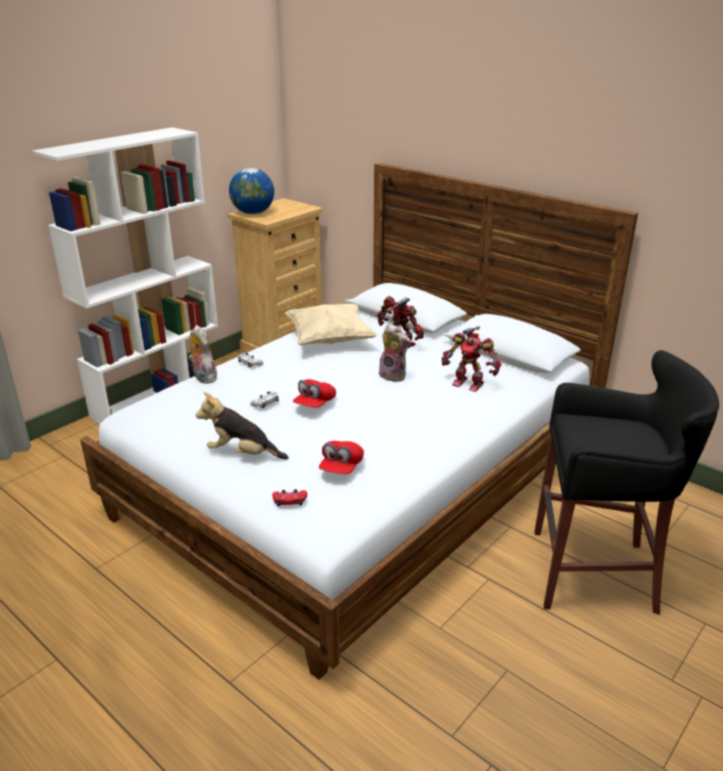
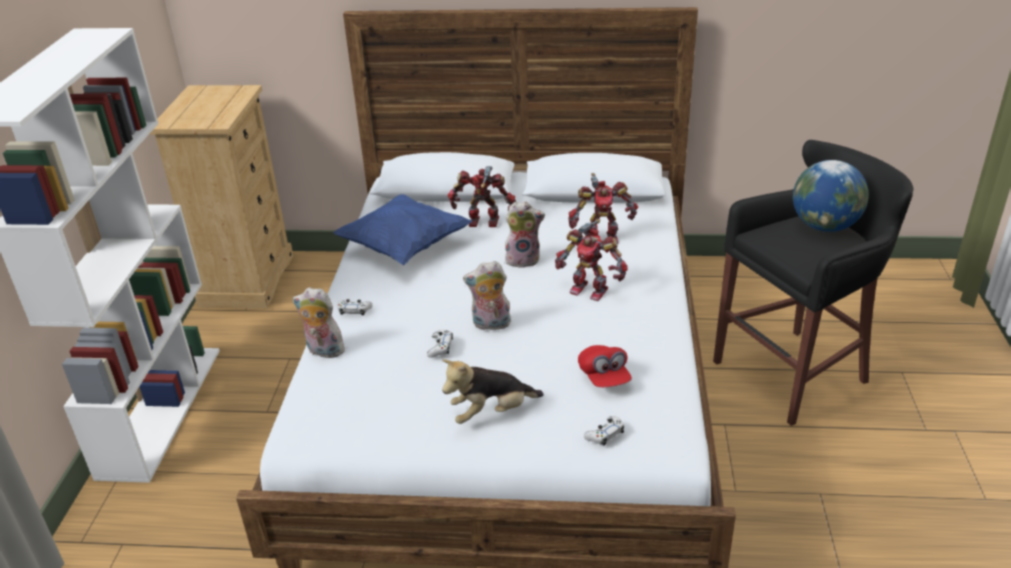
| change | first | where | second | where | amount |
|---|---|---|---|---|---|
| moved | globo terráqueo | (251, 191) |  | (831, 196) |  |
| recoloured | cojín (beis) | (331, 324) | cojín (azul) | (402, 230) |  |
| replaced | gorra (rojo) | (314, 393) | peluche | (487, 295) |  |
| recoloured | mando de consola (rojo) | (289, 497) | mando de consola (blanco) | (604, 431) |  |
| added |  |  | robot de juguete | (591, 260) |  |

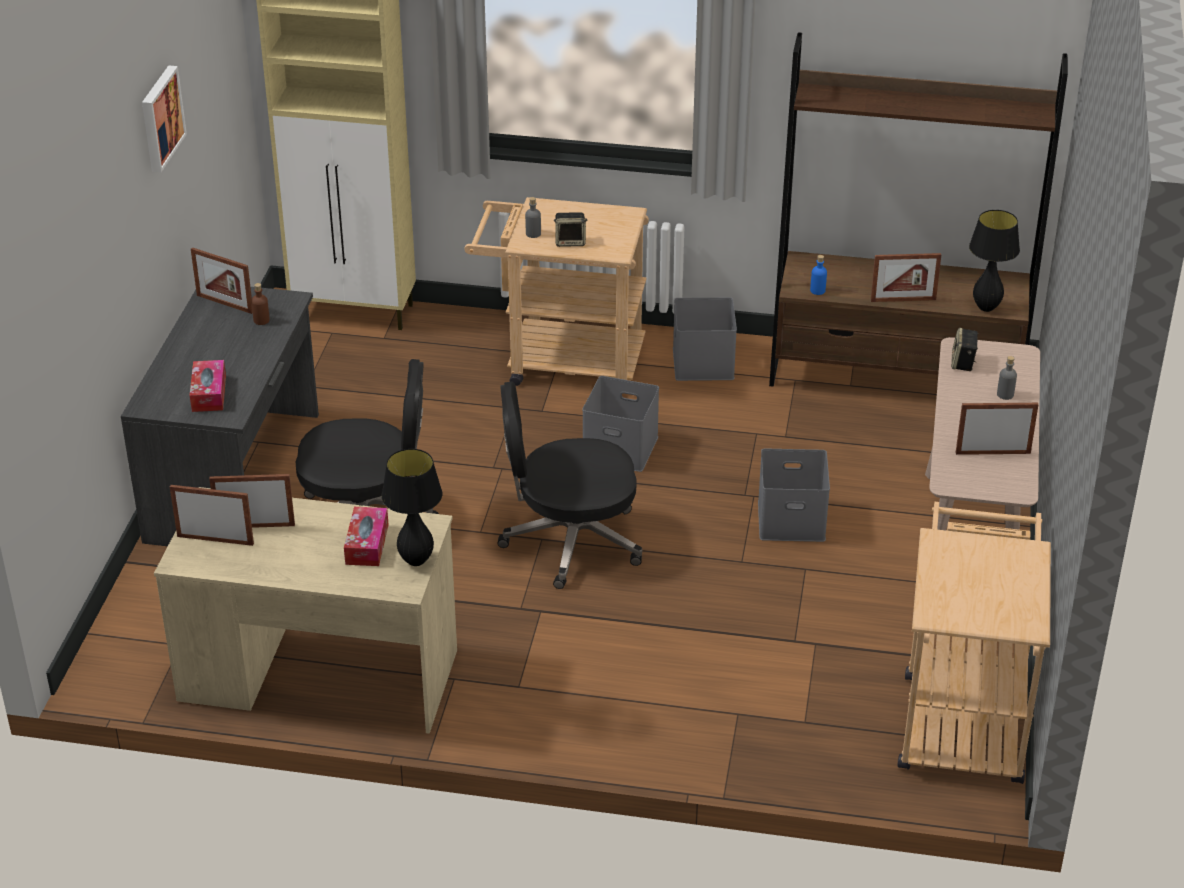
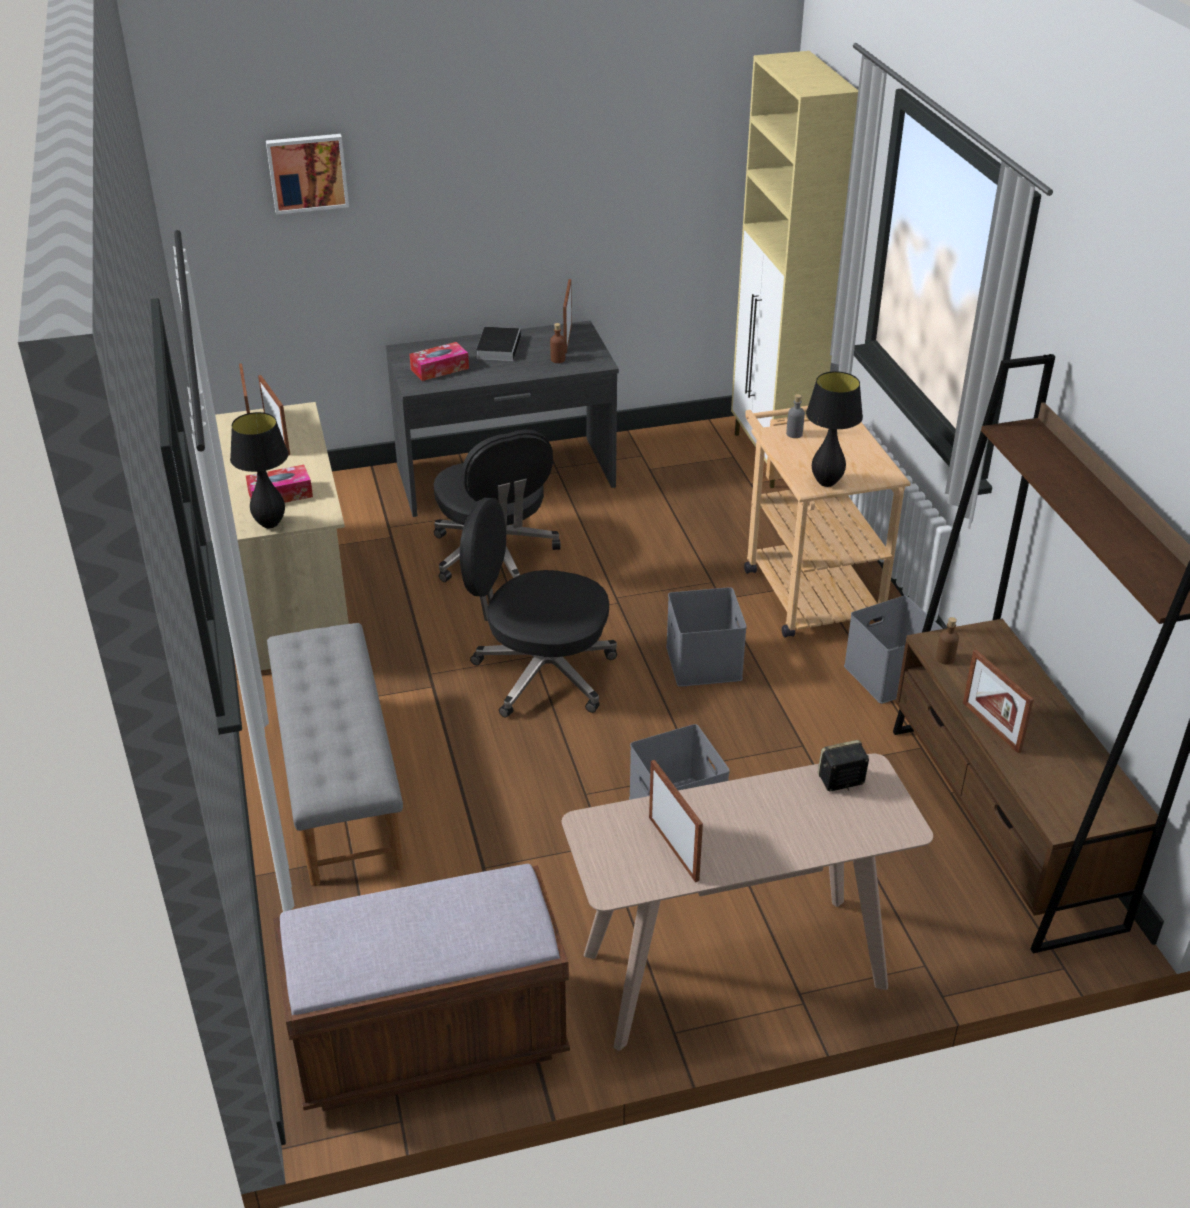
| change | first | where | second | where | amount |
|---|---|---|---|---|---|
| moved | cuadro | (164, 118) |  | (307, 174) |  |
| moved | lámpara de mesa (negro) | (994, 261) |  | (834, 429) |  |
| removed | altavoz | (570, 229) |  |  |  |
| recoloured | botella (azul) | (818, 275) | botella (marrón) | (947, 641) |  |
| removed | botella (gris) | (1007, 378) |  |  |  |
| turned | silla de oficina (negro) | (569, 485) |  | (538, 608) | 45 degrees counterclockwise |
| replaced | carrito (beis) | (974, 643) | banco (marrón) | (421, 987) |  |
| added |  |  | libro | (498, 344) |  |
| added |  |  | banco (gris) | (335, 754) |  |

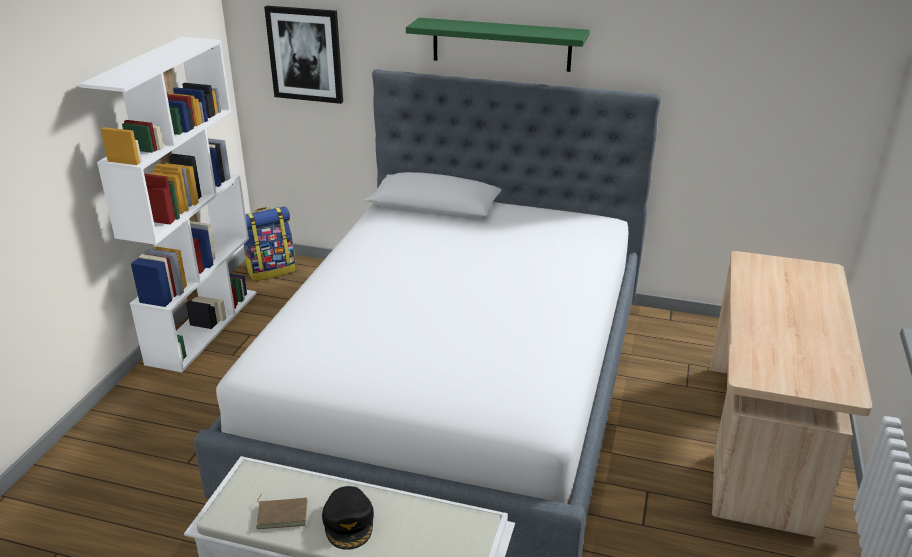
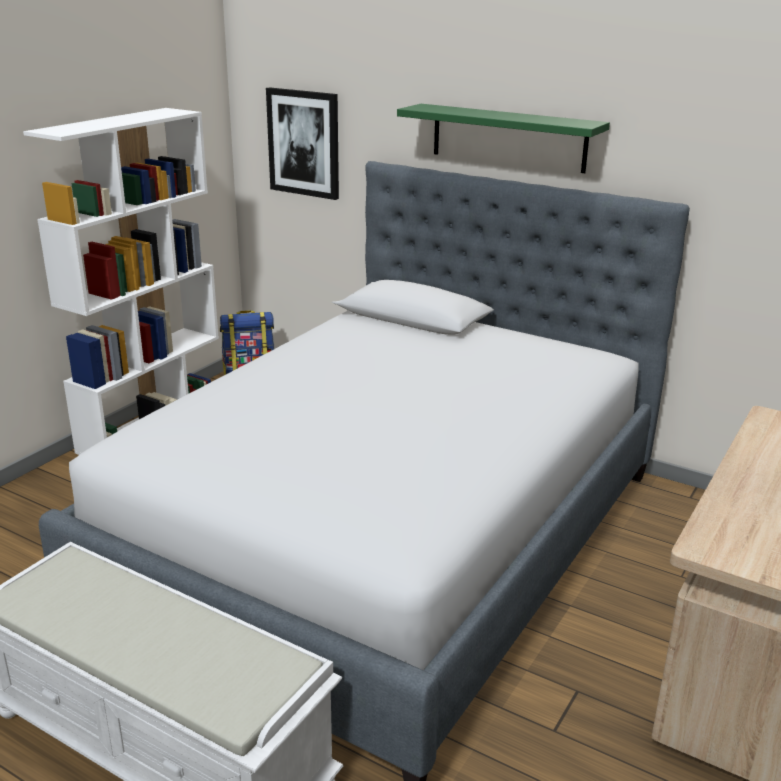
| change | first | where | second | where | amount |
|---|---|---|---|---|---|
| removed | gorra (negro) | (348, 518) |  |  |  |
| removed | libro (marrón) | (281, 511) |  |  |  |

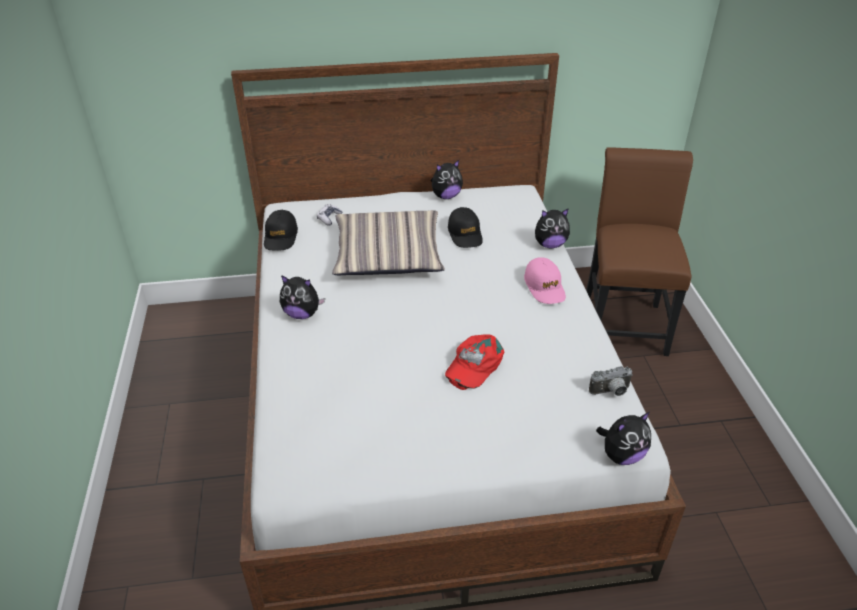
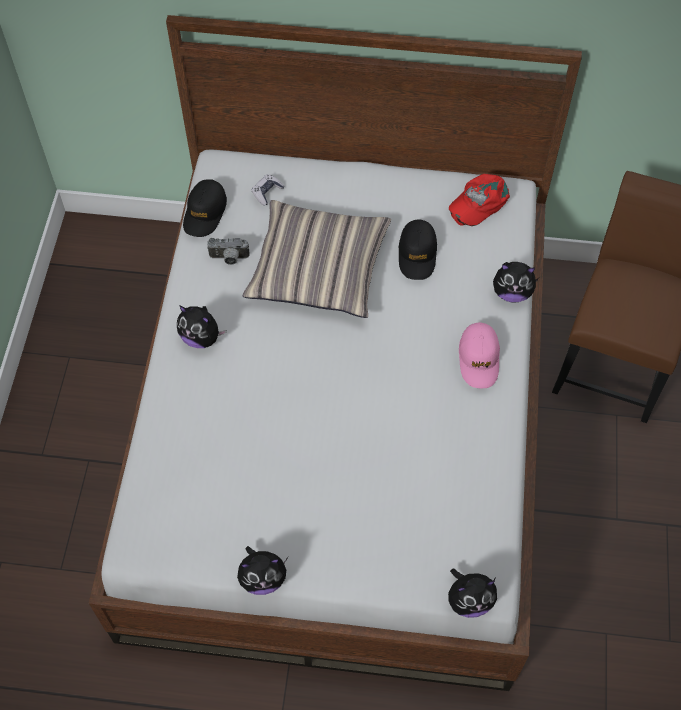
| change | first | where | second | where | amount |
|---|---|---|---|---|---|
| moved | peluche | (447, 179) |  | (262, 570) |  |
| moved | gorra (rojo) | (475, 362) |  | (479, 200) |  |
| moved | cámara | (611, 381) |  | (228, 251) |  |

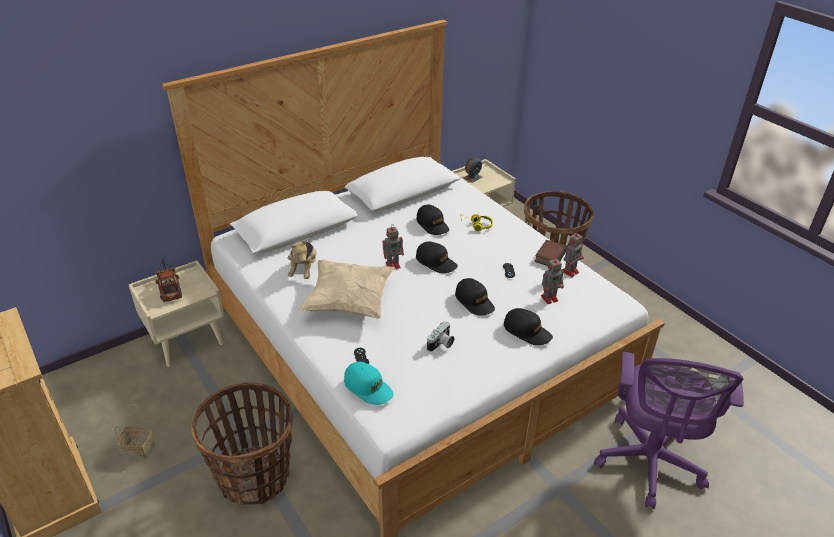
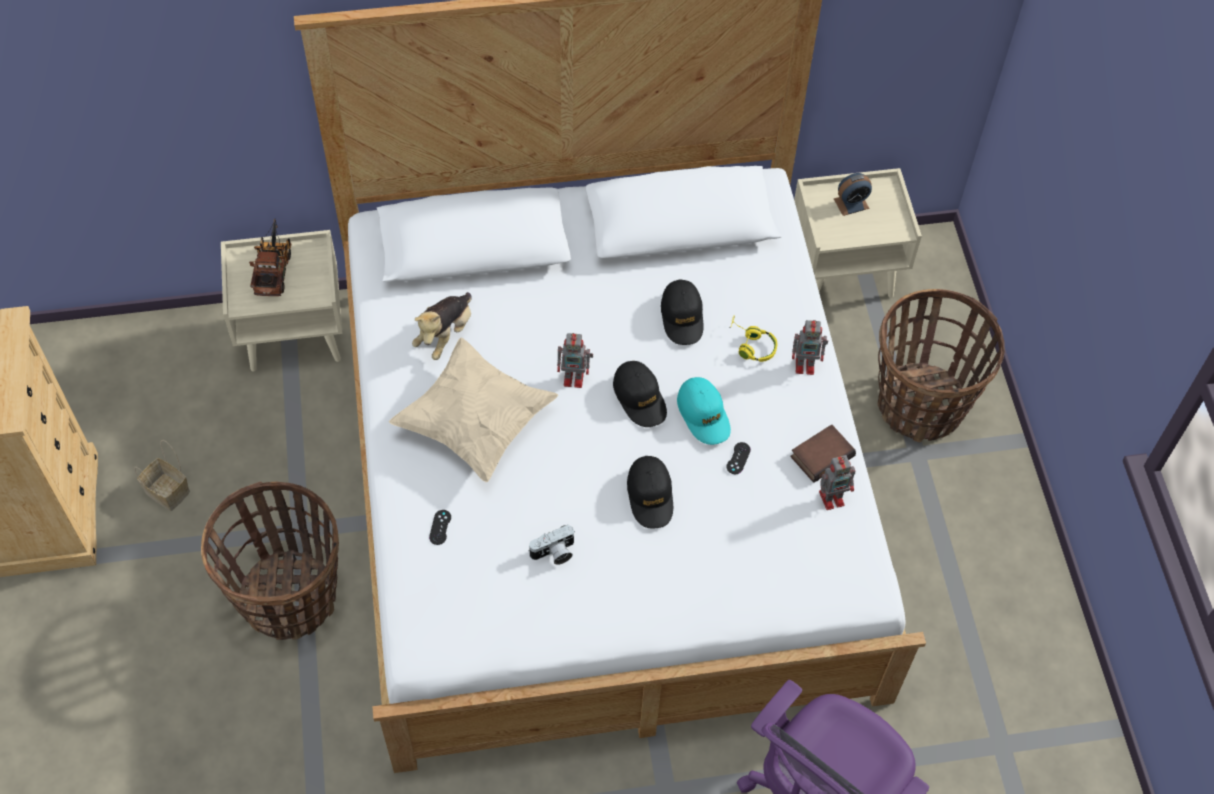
| change | first | where | second | where | amount |
|---|---|---|---|---|---|
| moved | robot de juguete | (552, 280) |  | (810, 347) |  |
| removed | gorra (negro) | (528, 326) |  |  |  |
| moved | gorra (turquesa) | (368, 383) |  | (704, 411) |  |

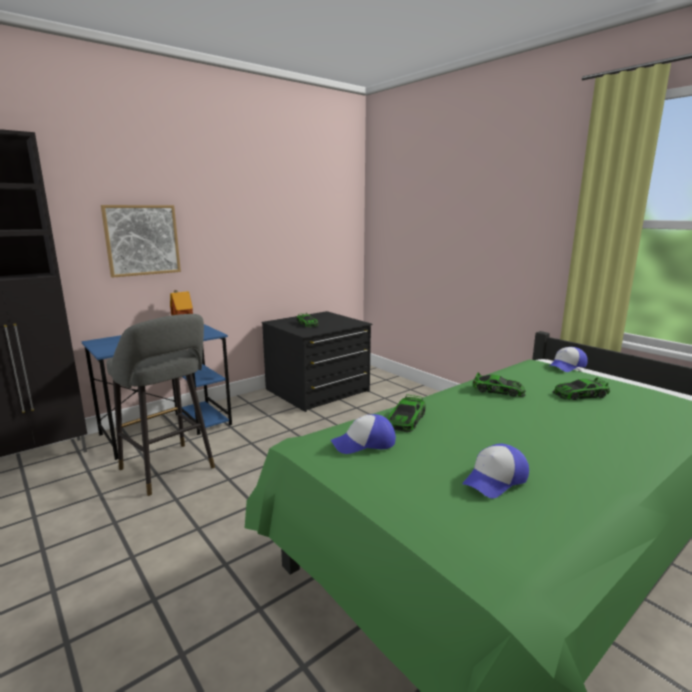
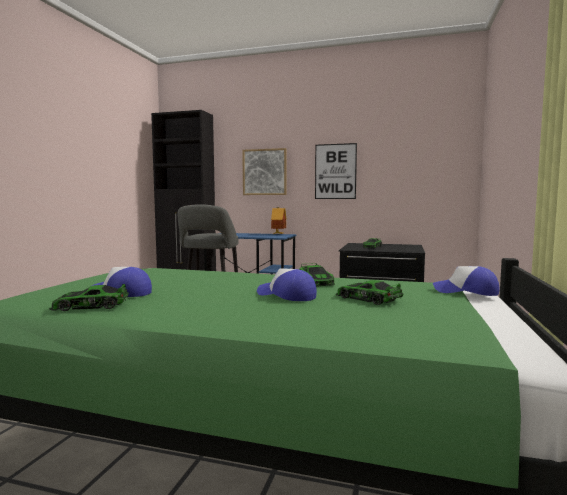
| change | first | where | second | where | amount |
|---|---|---|---|---|---|
| moved | coche de juguete | (407, 413) |  | (89, 297) |  |
| moved | gorra | (363, 434) |  | (287, 284) |  |
| added |  |  | cuadro | (336, 171) |  |

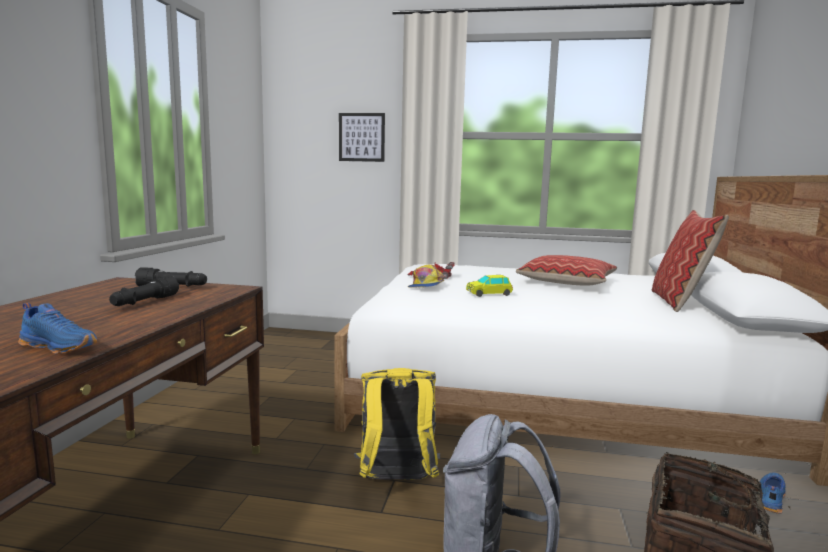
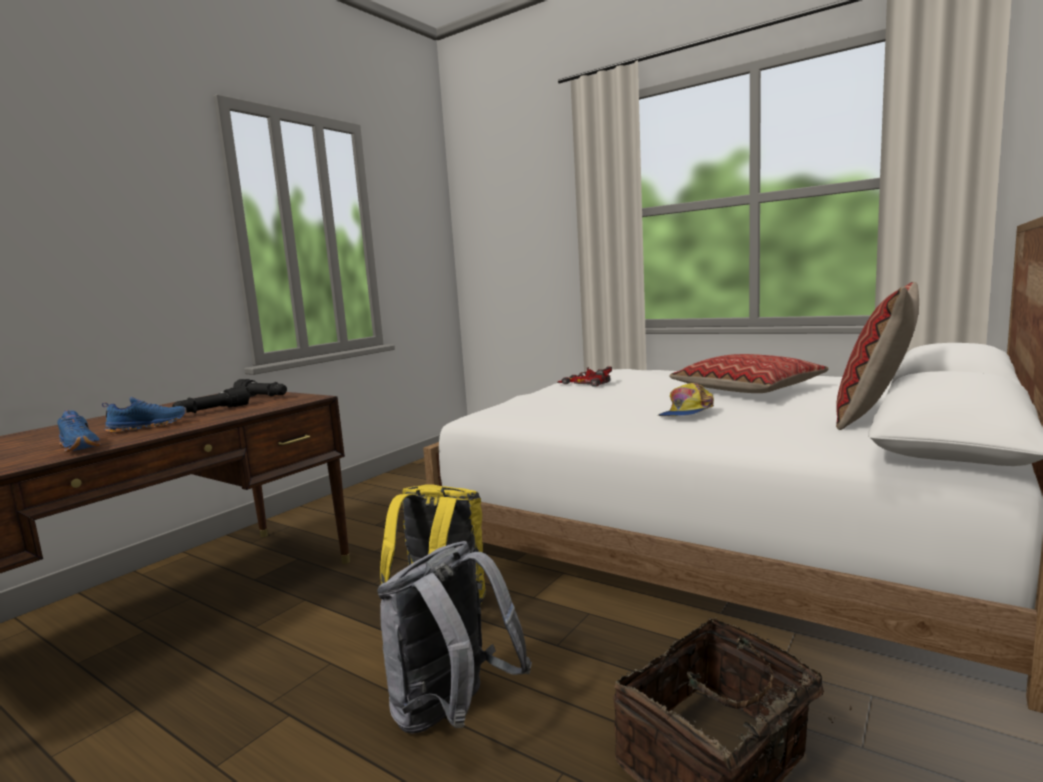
| change | first | where | second | where | amount |
|---|---|---|---|---|---|
| removed | cuadro | (362, 137) |  |  |  |
| moved | gorra | (426, 276) |  | (686, 399) |  |
| removed | coche de juguete | (489, 286) |  |  |  |
| moved | zapato (azul) | (772, 493) |  | (144, 415) |  |

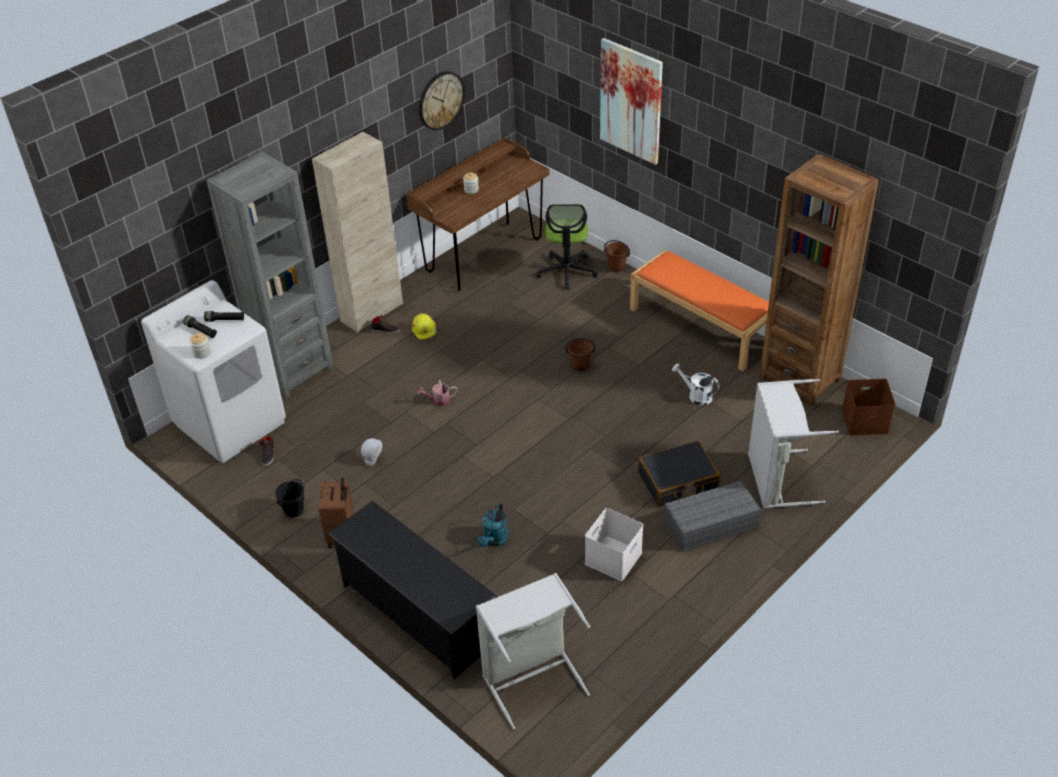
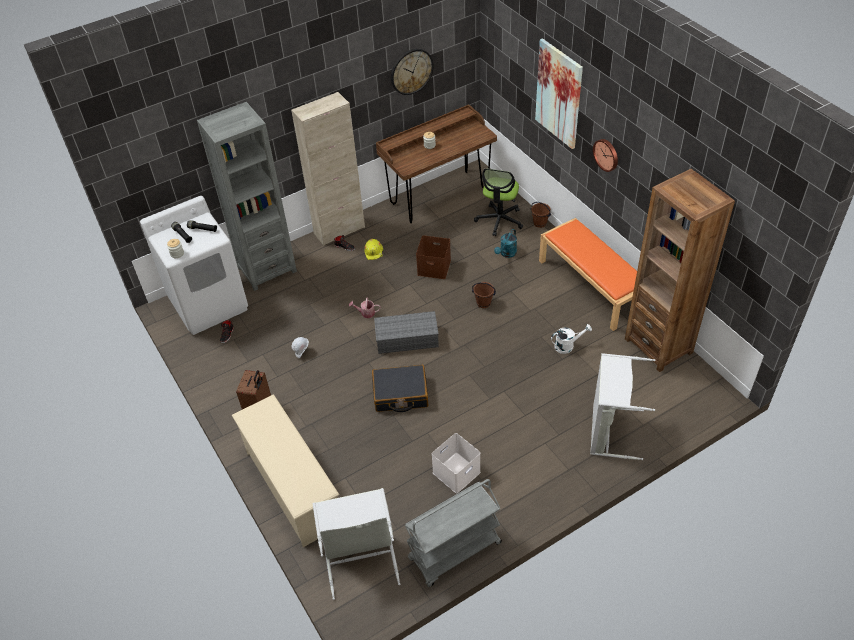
| change | first | where | second | where | amount |
|---|---|---|---|---|---|
| turned | regadera (blanco) | (695, 385) |  | (571, 339) | 120 degrees clockwise |
| moved | caja de almacenaje (marrón) | (869, 407) |  | (433, 257) |  |
| moved | maleta (negro) | (679, 474) |  | (400, 388) |  |
| removed | cubo (negro) | (289, 498) |  |  |  |
| moved | caja de almacenaje (gris) | (712, 516) |  | (406, 332) |  |
| recoloured | zapatero (negro) | (412, 590) | zapatero (beis) | (285, 470) |  |
| moved | regadera (turquesa) | (492, 525) |  | (505, 243) |  |
| added |  |  | reloj de pared | (605, 155) |  |
| added |  |  | carrito (gris) | (453, 533) |  |

